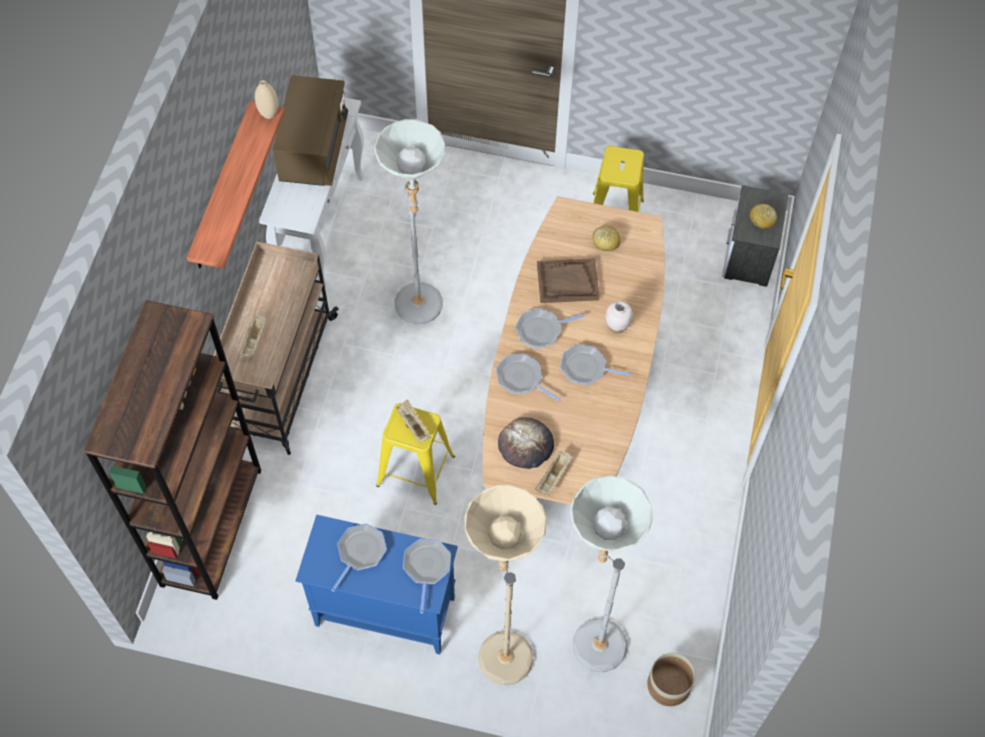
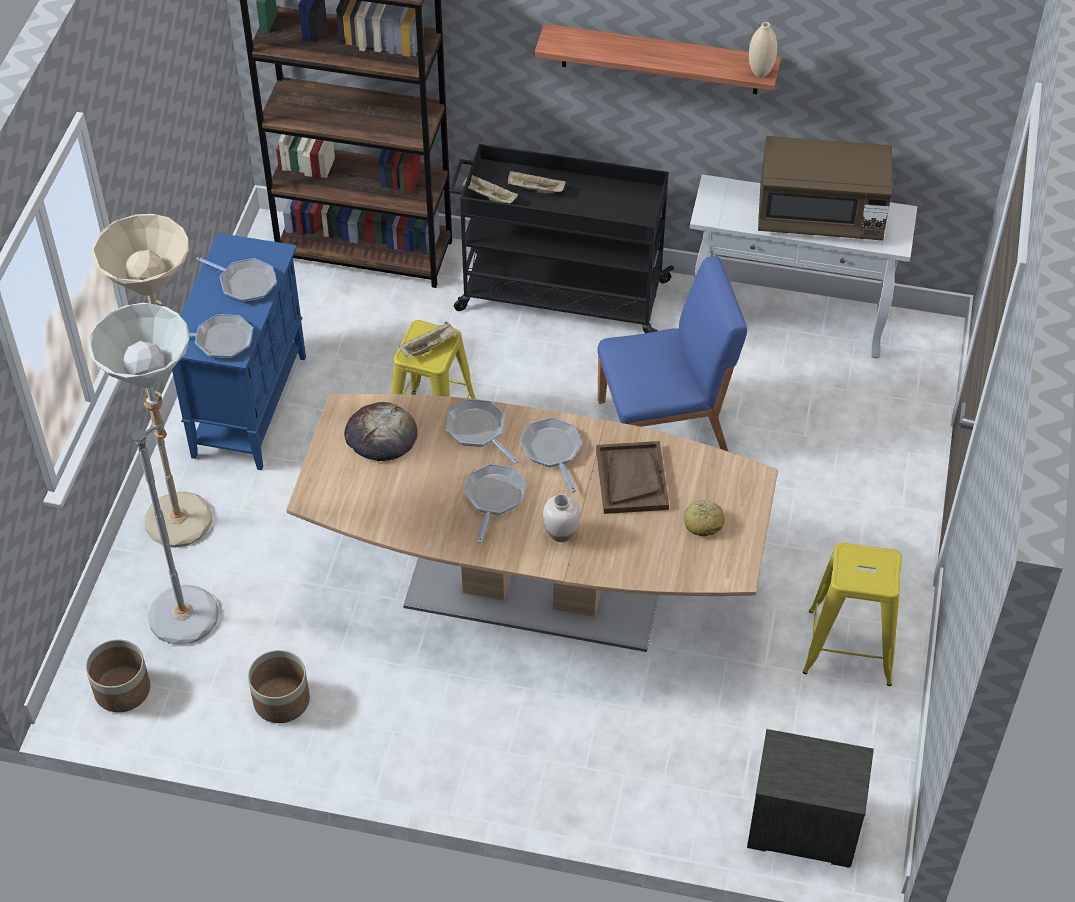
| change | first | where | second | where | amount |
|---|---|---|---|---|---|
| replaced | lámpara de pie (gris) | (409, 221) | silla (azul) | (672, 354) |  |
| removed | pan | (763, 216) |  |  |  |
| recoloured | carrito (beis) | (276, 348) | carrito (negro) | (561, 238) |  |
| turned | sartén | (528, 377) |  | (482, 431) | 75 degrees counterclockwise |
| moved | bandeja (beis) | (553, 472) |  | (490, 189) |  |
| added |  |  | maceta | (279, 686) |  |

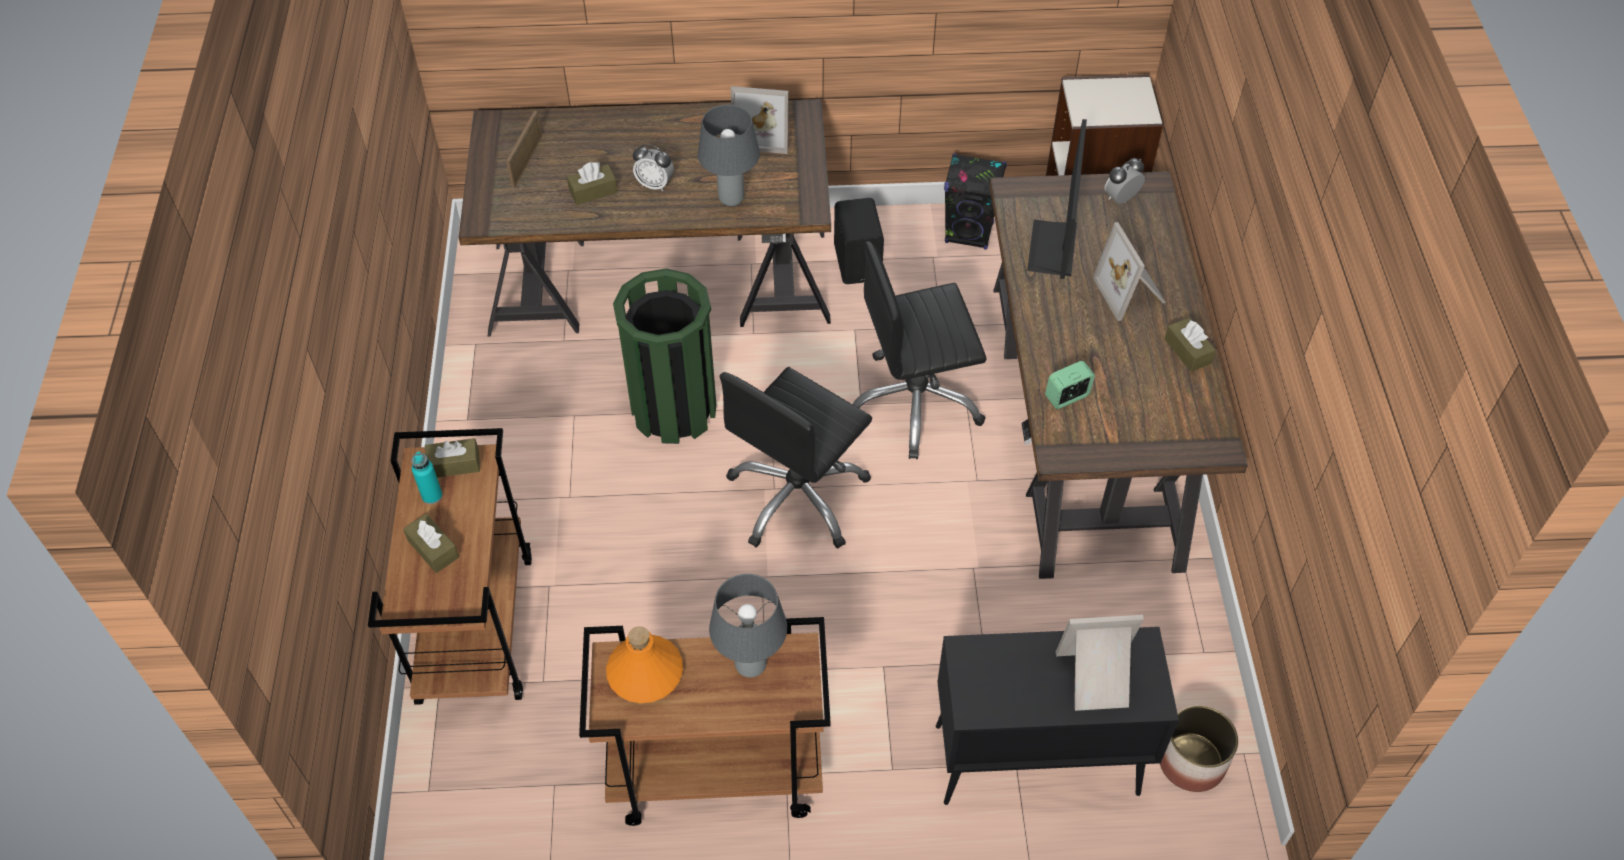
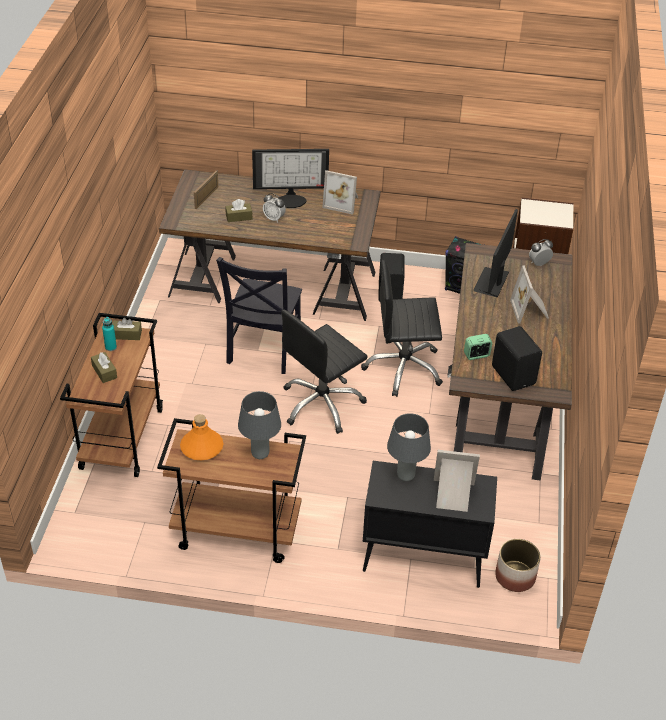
| change | first | where | second | where | amount |
|---|---|---|---|---|---|
| moved | lámpara de mesa (gris) | (729, 155) |  | (409, 447) |  |
| replaced | papelera (verde) | (664, 356) | silla (negro) | (259, 315) |  |
| removed | caja de pañuelos (marrón) | (1190, 345) |  |  |  |
| added |  |  | monitor | (290, 178) |  |
| added |  |  | altavoz (negro) | (517, 358) |  |

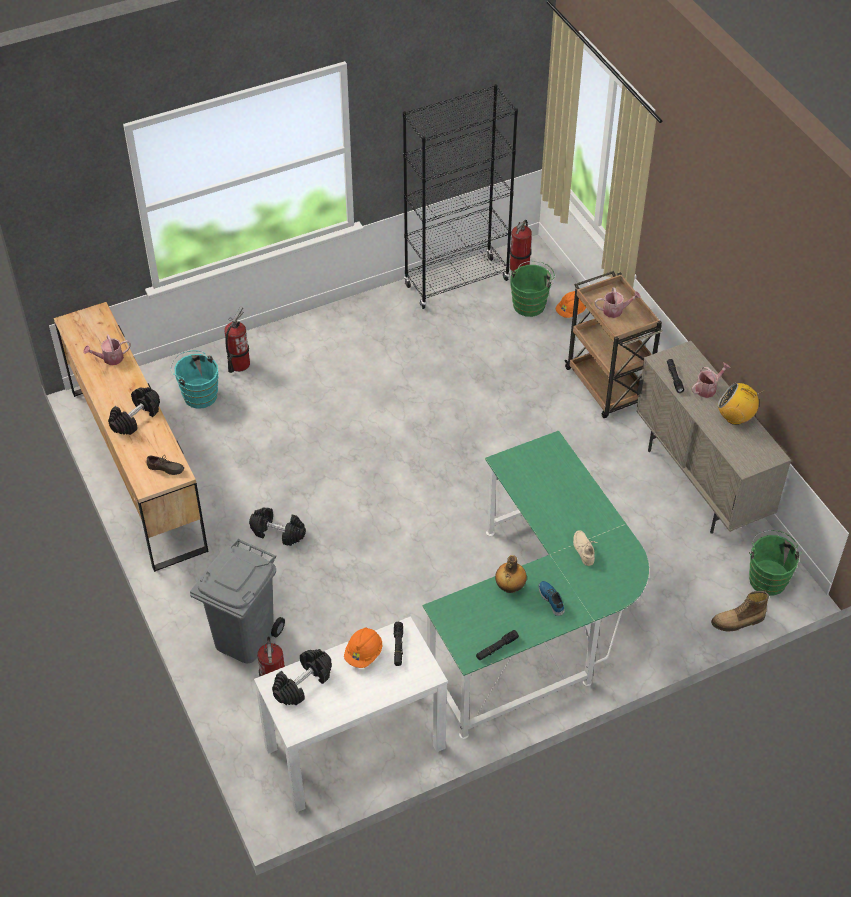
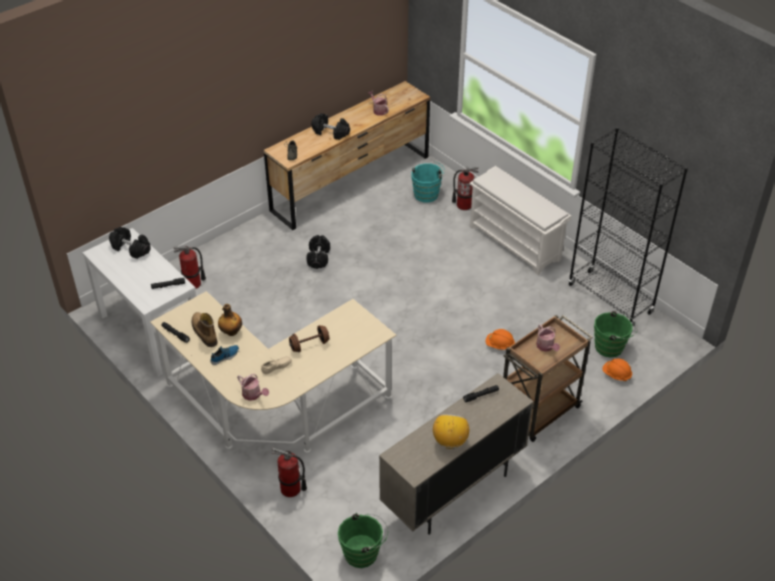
| change | first | where | second | where | amount |
|---|---|---|---|---|---|
| moved | extintor | (521, 245) |  | (289, 472) |  |
| moved | regadera | (711, 380) |  | (253, 387) |  |
| recoloured | escritorio (verde) | (536, 584) | escritorio (beis) | (273, 372) |  |
| removed | papelera (gris) | (237, 601) |  |  |  |
| moved | bota | (740, 611) |  | (205, 329) |  |
| moved | casco (naranja) | (363, 647) |  | (500, 339) |  |
| added |  |  | zapatero (blanco) | (520, 220) |  |
| added |  |  | mancuerna (marrón) | (309, 338) |  |

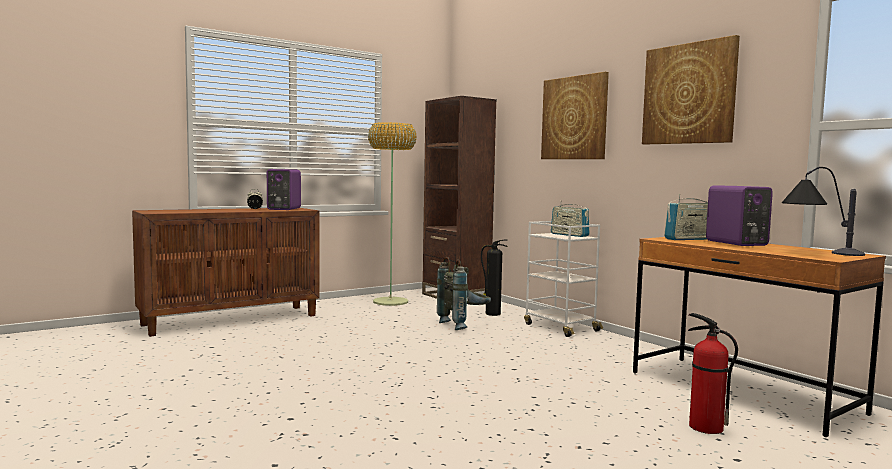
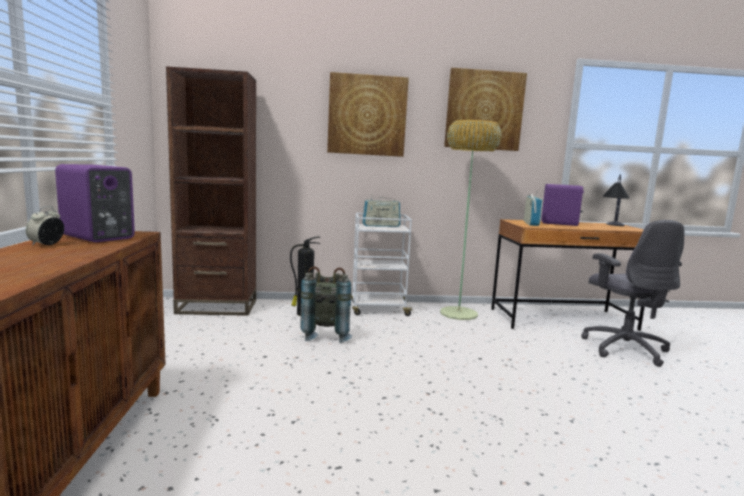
| change | first | where | second | where | amount |
|---|---|---|---|---|---|
| moved | lámpara de pie | (392, 214) |  | (471, 220) |  |
| replaced | extintor | (713, 373) | silla de oficina (gris) | (632, 293) |  |

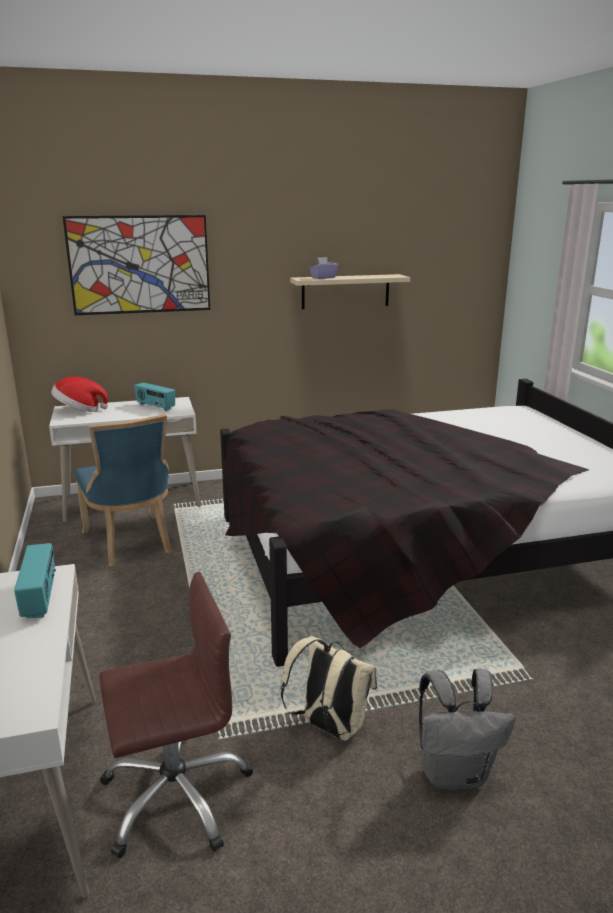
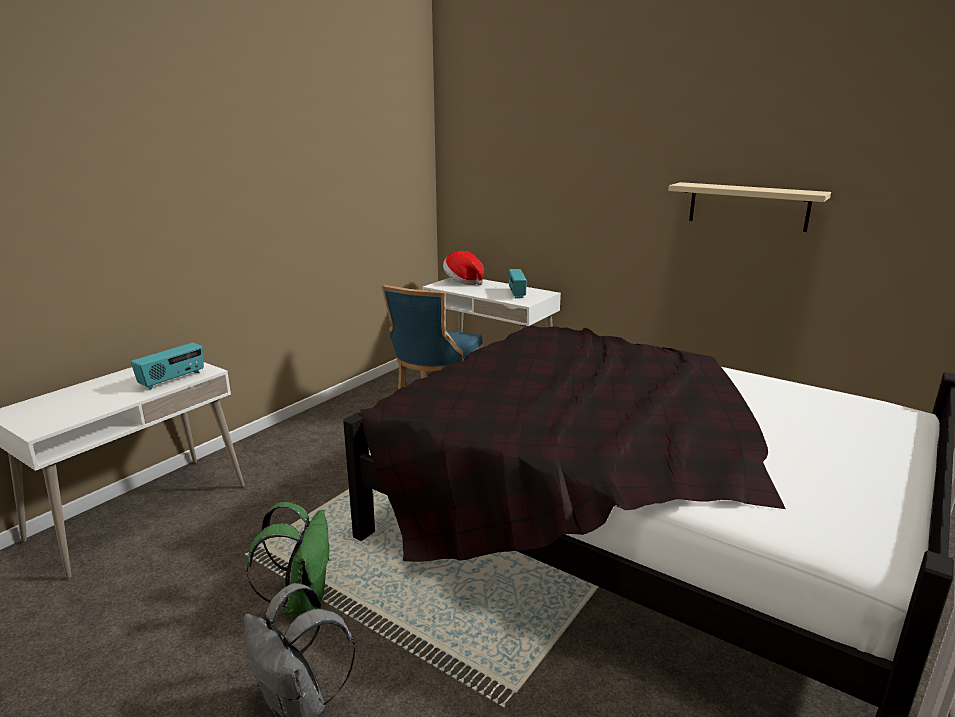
| change | first | where | second | where | amount |
|---|---|---|---|---|---|
| removed | cuadro | (136, 265) |  |  |  |
| removed | caja de pañuelos (morado) | (323, 268) |  |  |  |
| removed | silla de oficina (marrón) | (176, 715) |  |  |  |
| recoloured | mochila (beis) | (329, 688) | mochila (verde) | (288, 558) |  |

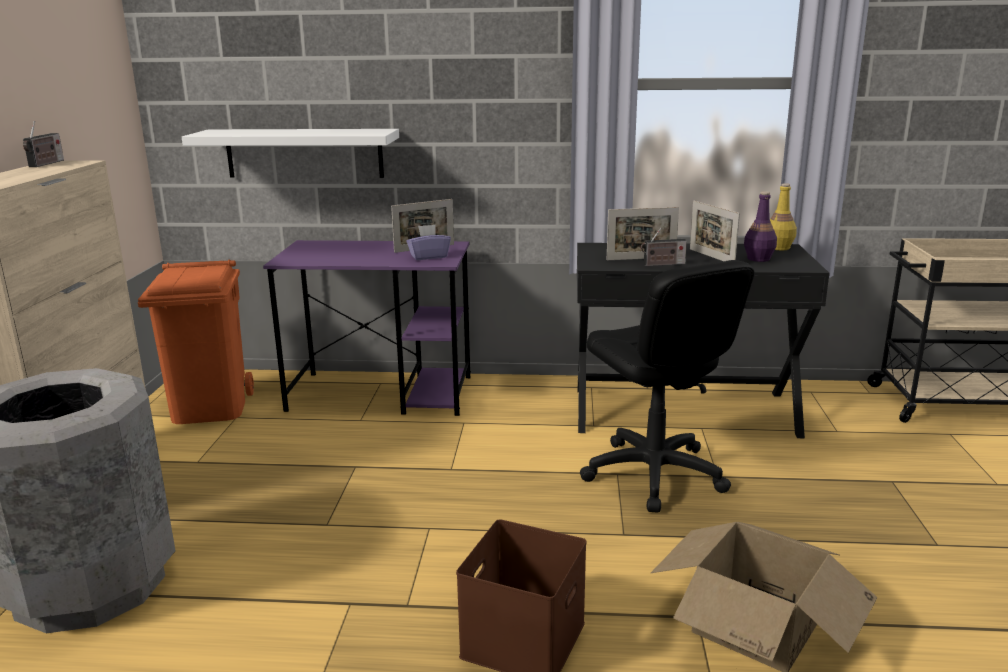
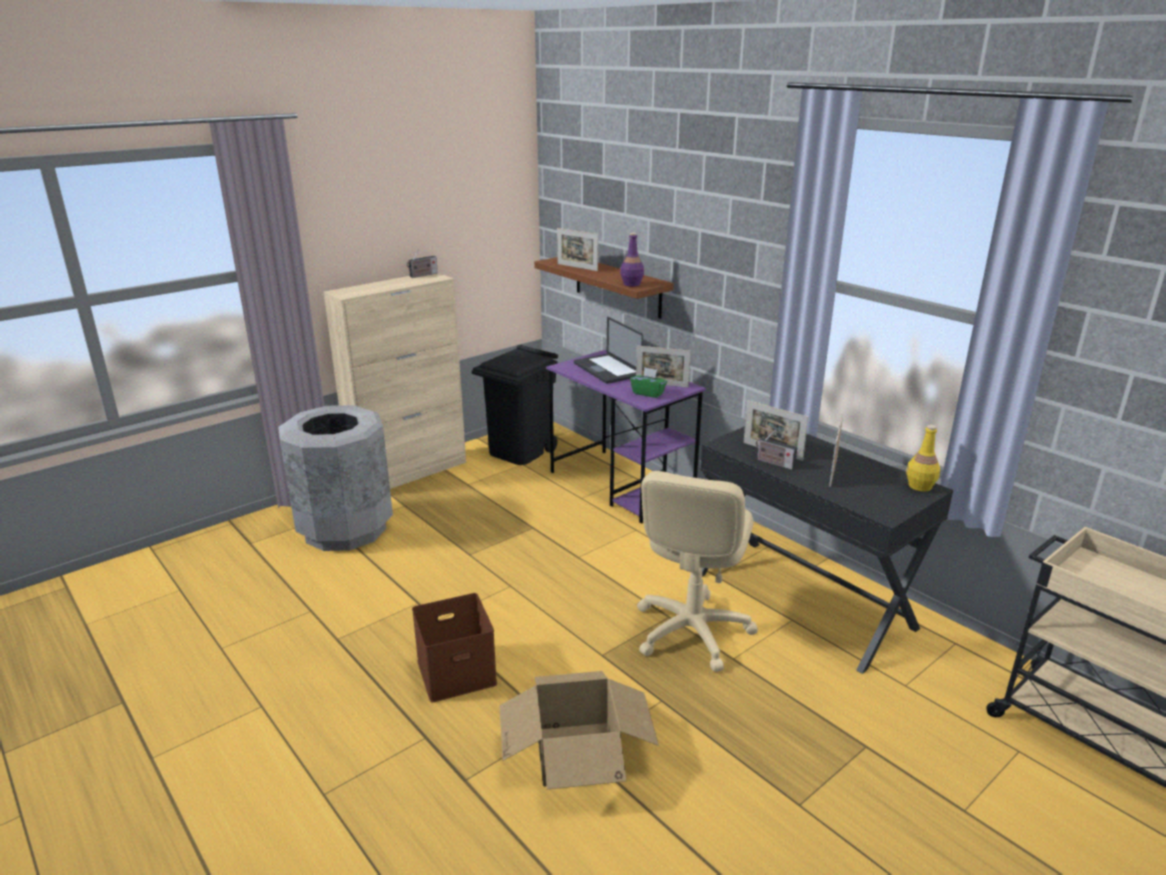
| change | first | where | second | where | amount |
|---|---|---|---|---|---|
| recoloured | estante (blanco) | (290, 153) | estante (marrón) | (604, 288) |  |
| moved | botella (morado) | (760, 226) |  | (632, 259) |  |
| recoloured | caja de pañuelos (morado) | (428, 242) | caja de pañuelos (verde) | (648, 382) |  |
| recoloured | papelera (naranja) | (196, 342) | papelera (negro) | (515, 405) |  |
| recoloured | silla de oficina (negro) | (667, 386) | silla de oficina (beis) | (697, 571) |  |
| added |  |  | portarretratos | (577, 249) |  |
| added |  |  | portátil | (608, 350) |  |

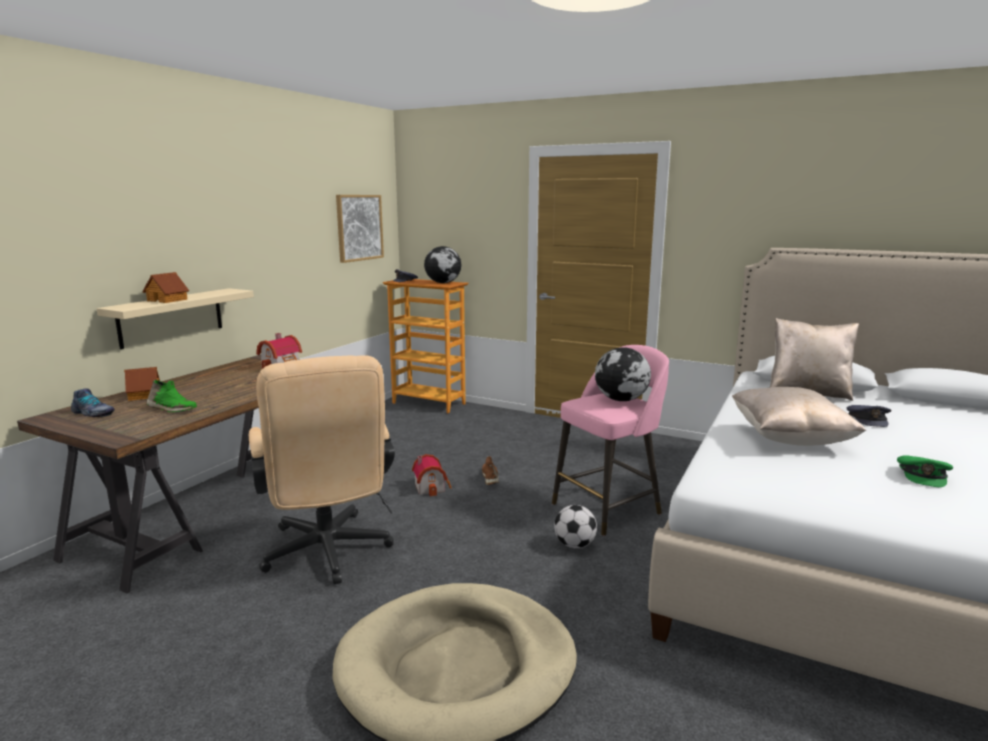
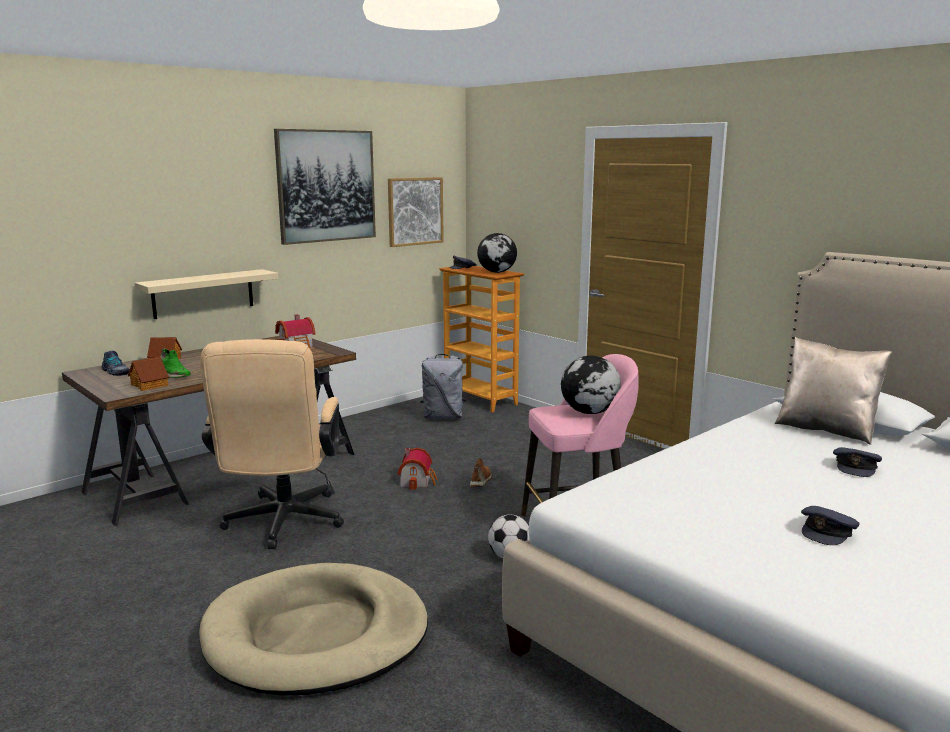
| change | first | where | second | where | amount |
|---|---|---|---|---|---|
| moved | casita | (165, 287) |  | (148, 373) |  |
| removed | cojín (beis) | (799, 416) |  |  |  |
| recoloured | gorra (verde) | (925, 471) | gorra (gris) | (830, 525) |  |
| added |  |  | cuadro | (325, 187) |  |
| added |  |  | mochila (gris) | (443, 386) |  |

